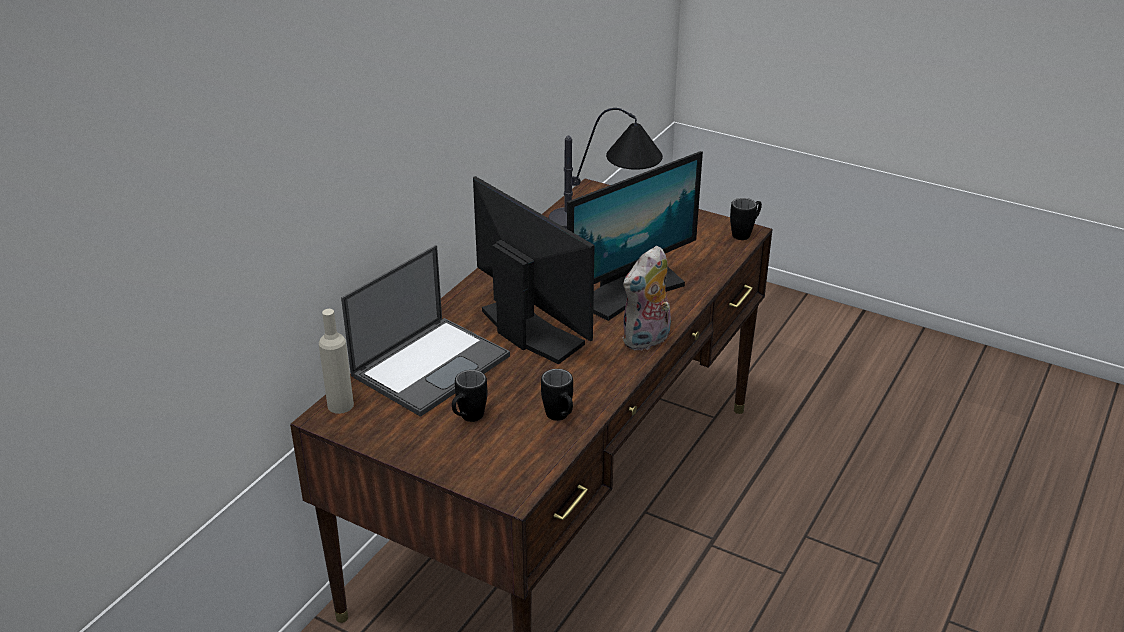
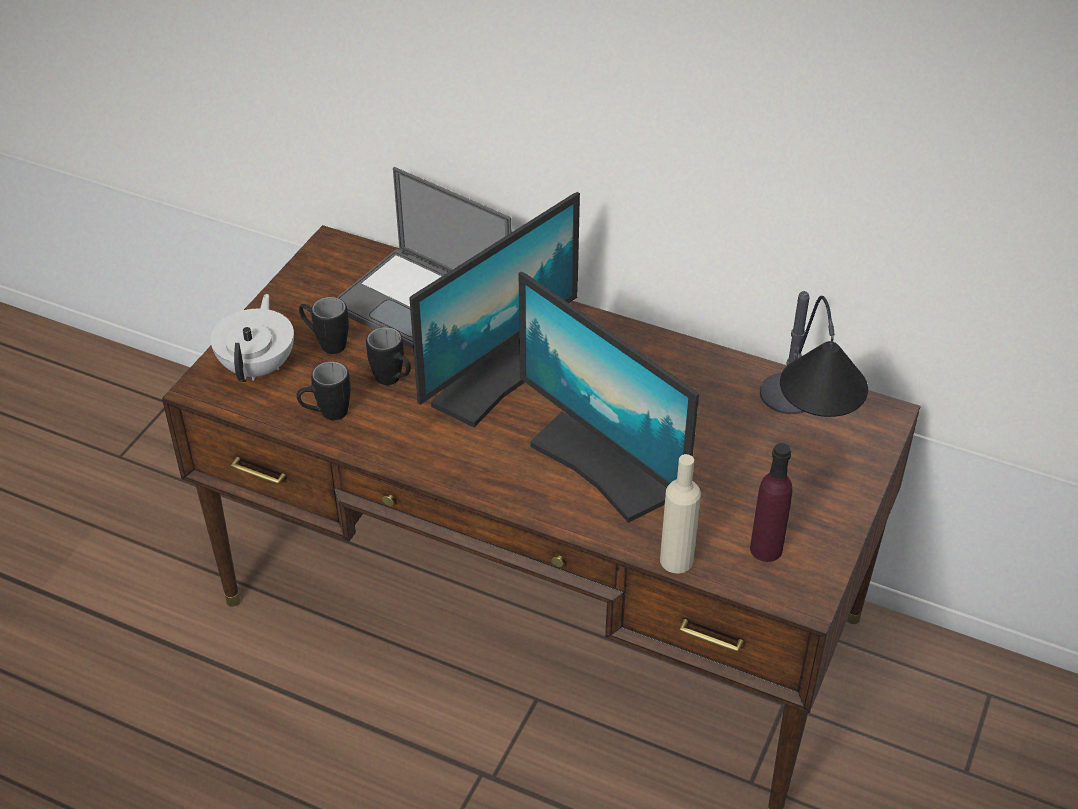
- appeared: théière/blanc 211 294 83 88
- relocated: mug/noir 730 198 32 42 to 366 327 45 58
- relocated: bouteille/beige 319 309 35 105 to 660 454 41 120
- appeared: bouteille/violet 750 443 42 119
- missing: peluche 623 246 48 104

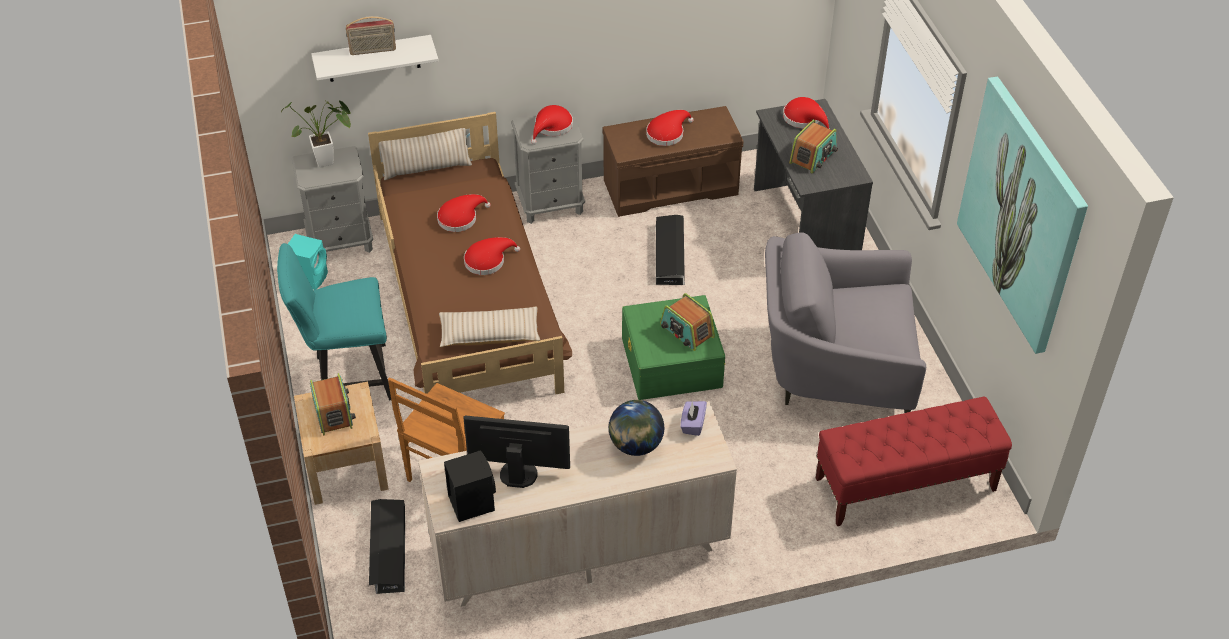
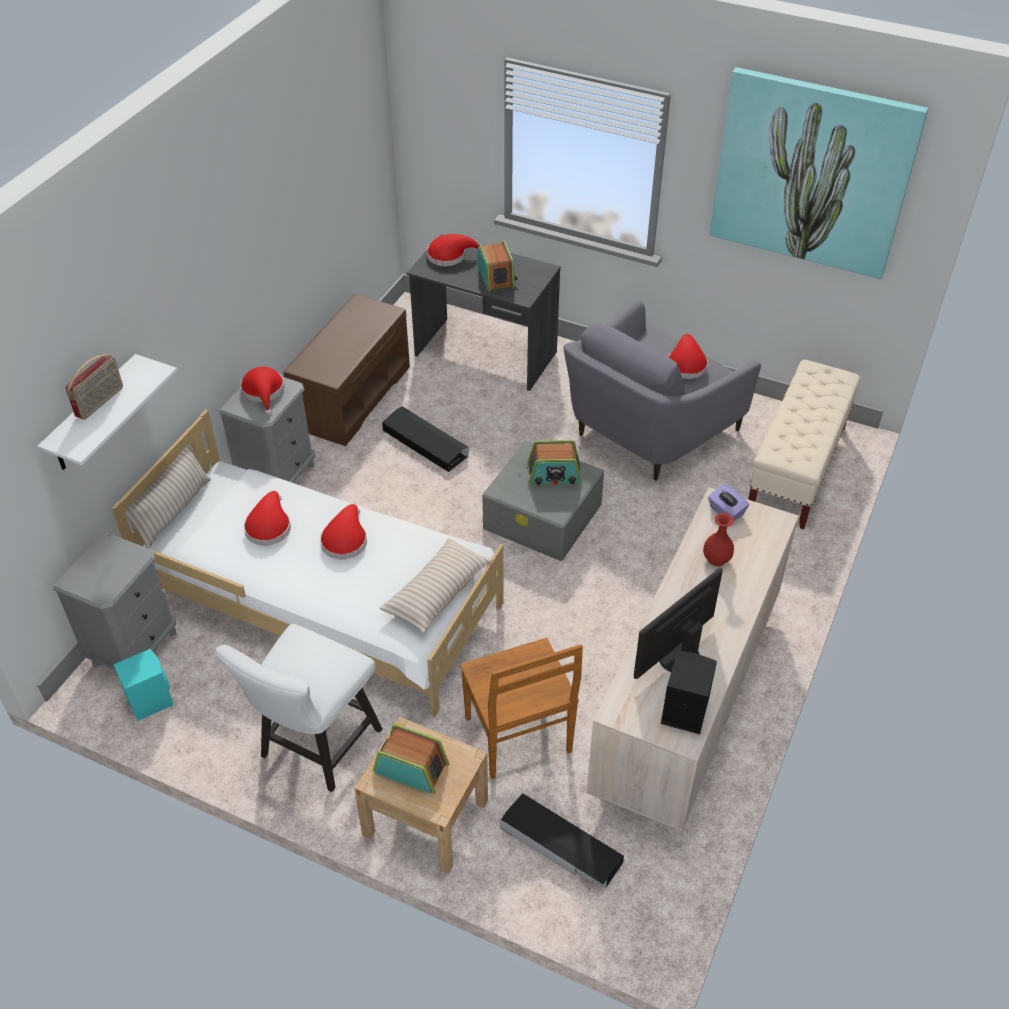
- colour: lit/marron 368 112 204 282 to lit/blanc 112 410 393 307
- colour: chaise/turquoise 277 243 114 157 to chaise/blanc 215 624 168 168
- colour: boîte de rangement/vert 622 295 103 105 to boîte de rangement/gris 482 441 122 120
- relocated: chapeau/rouge 646 110 48 36 to 668 334 40 45
- exchanged: globe 609 400 55 56 to vase/rouge 703 513 31 53
- colour: banc/rouge 816 397 196 129 to banc/beige 748 360 113 169
- missing: plante en pot 281 100 70 67

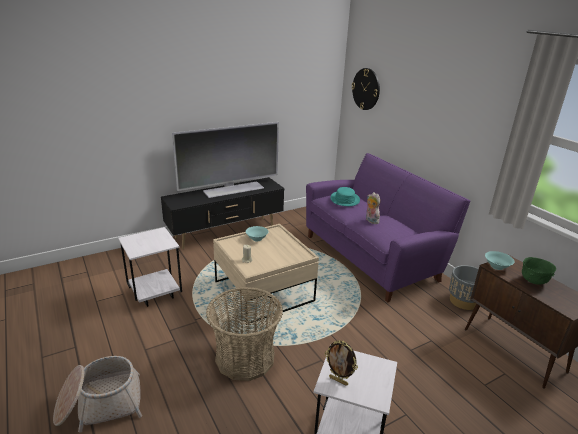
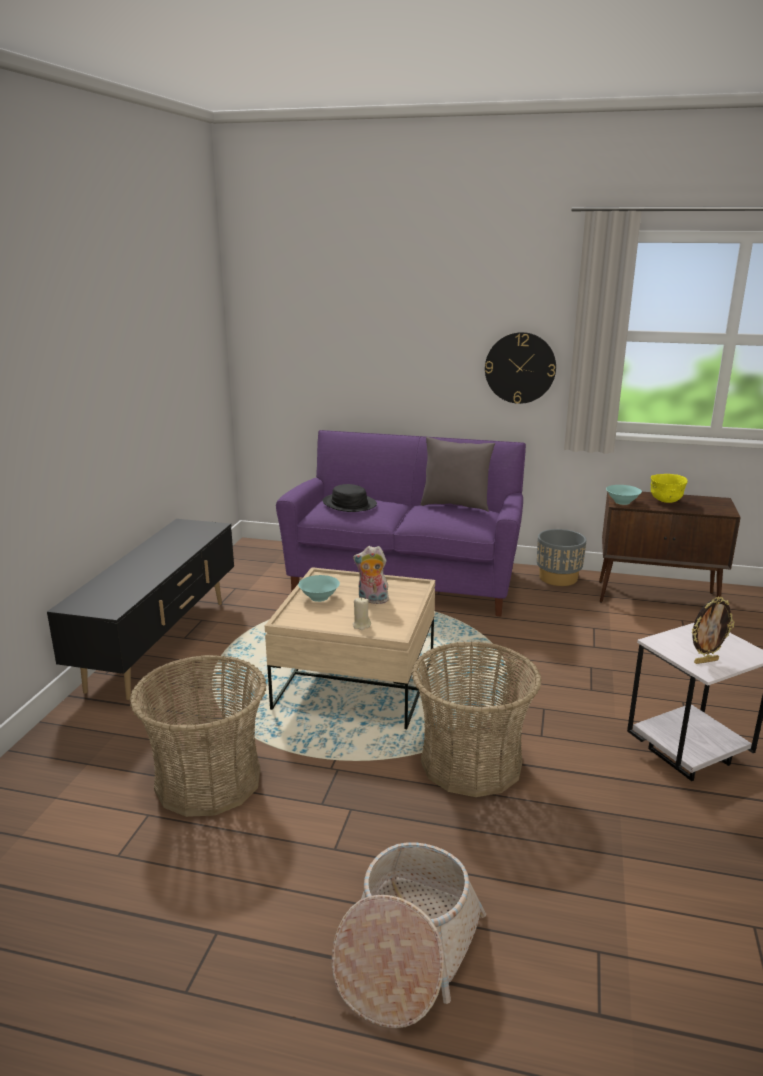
- exchanged: table d'appoint/blanc 118 227 64 80 to panier 130 655 137 162
- colour: chapeau/turquoise 330 187 30 19 to chapeau/noir 323 484 54 28
- relocated: peluche 366 192 14 32 to 353 546 36 58
- appeared: coussin/gris 420 437 75 75
- relocated: horloge murale 351 68 29 42 to 485 332 71 72
- colour: bol/vert 522 257 34 28 to bol/jaune 650 474 38 29
- missing: téléviseur 172 122 107 76

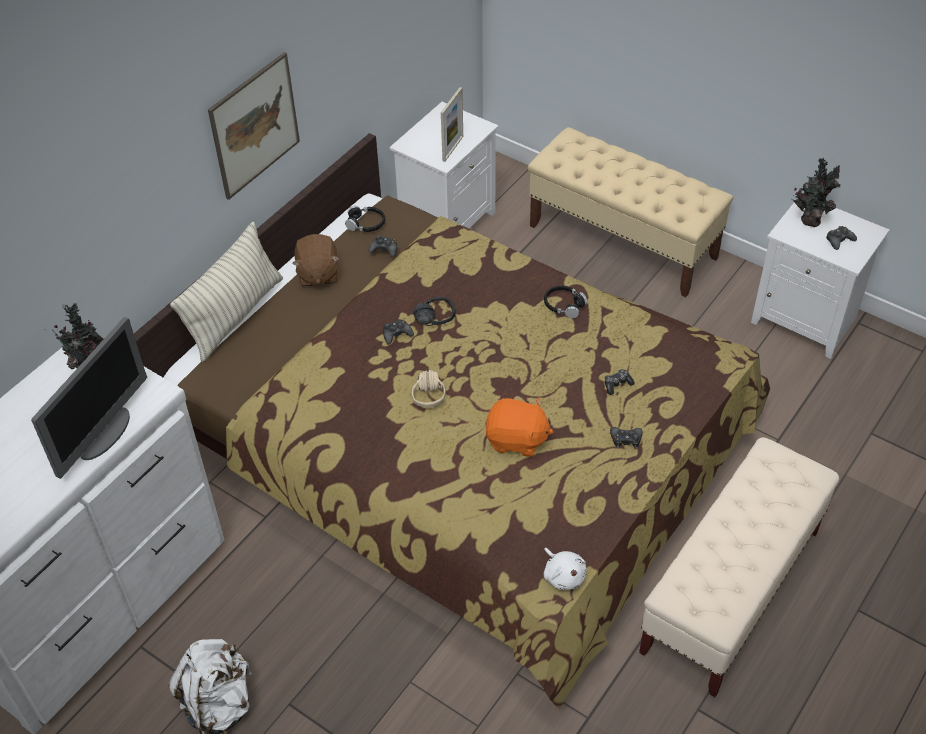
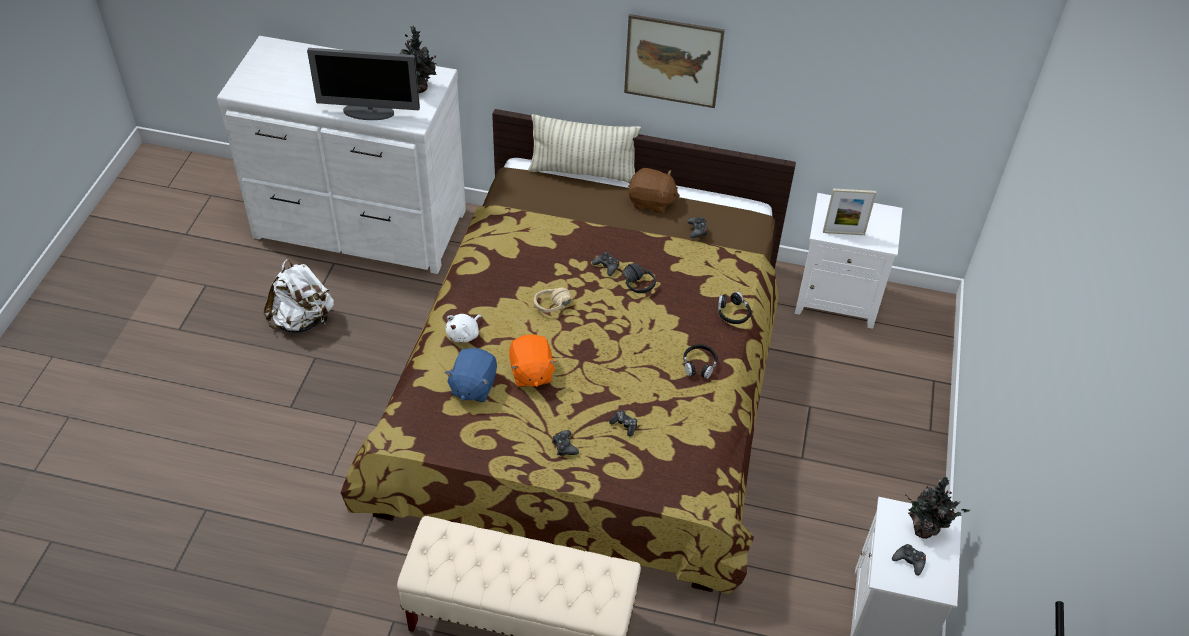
- appeared: peluche/bleu 445 348 52 54
- relocated: peluche/blanc 544 548 43 42 to 446 314 36 28
- spun: peluche/marron 292 234 47 53 = 628 168 52 46 135 degrees counterclockwise
- relocated: casque audio/noir 345 206 40 26 to 718 291 33 33
- missing: banc/beige 528 127 205 170

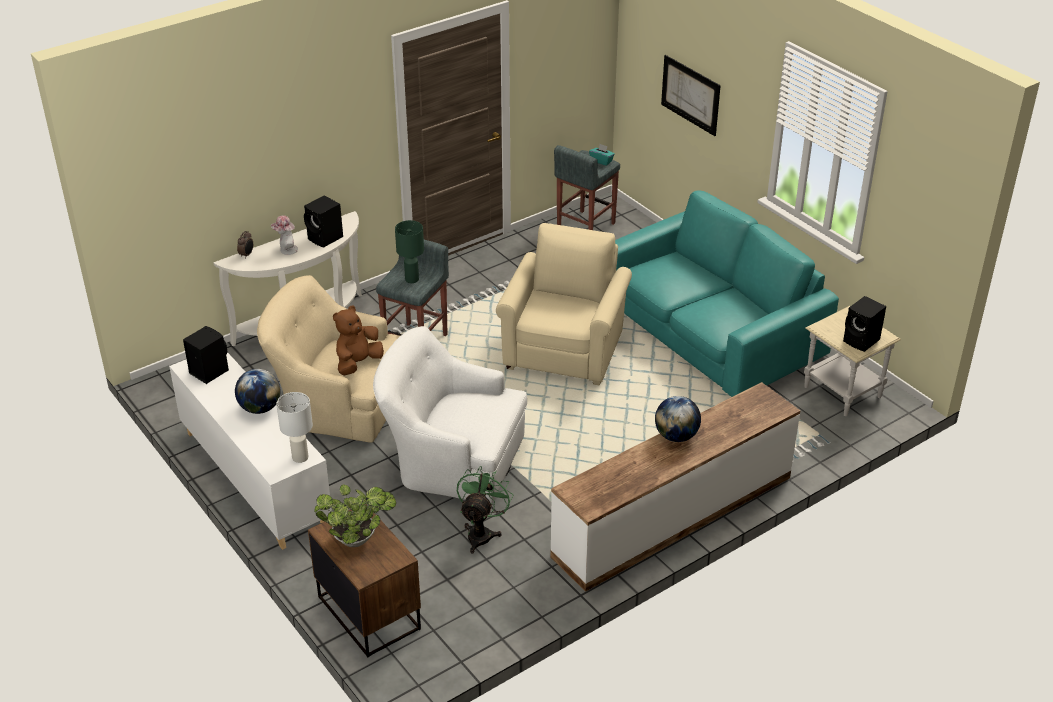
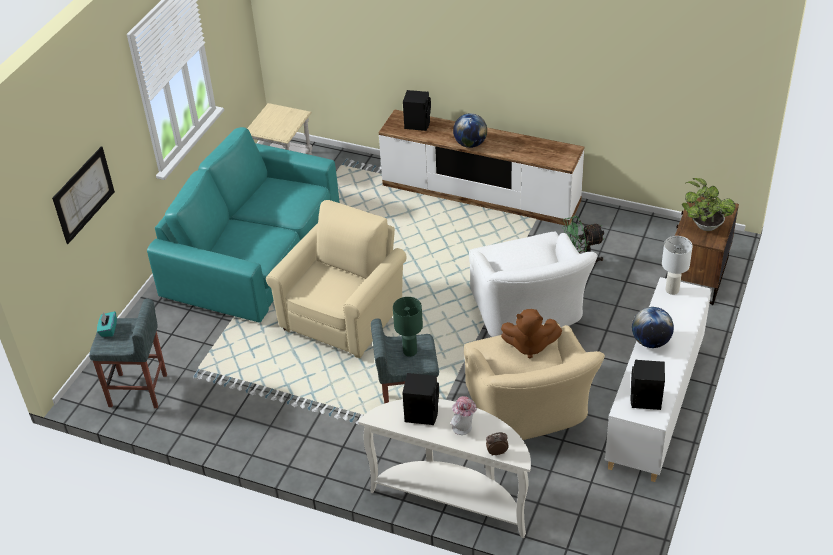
- spun: fauteuil/beige 496 223 136 163 = 266 200 140 159 135 degrees clockwise
- relocated: enceinte/noir 843 296 43 56 to 403 90 28 41

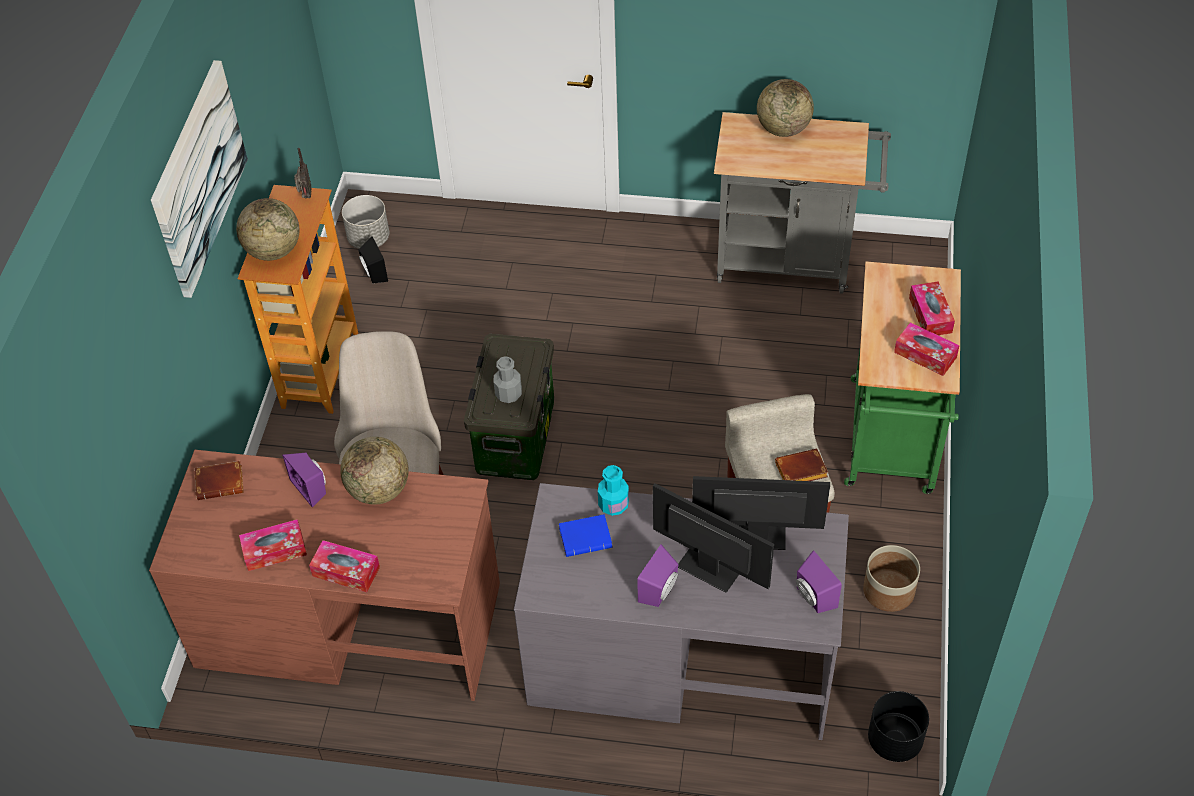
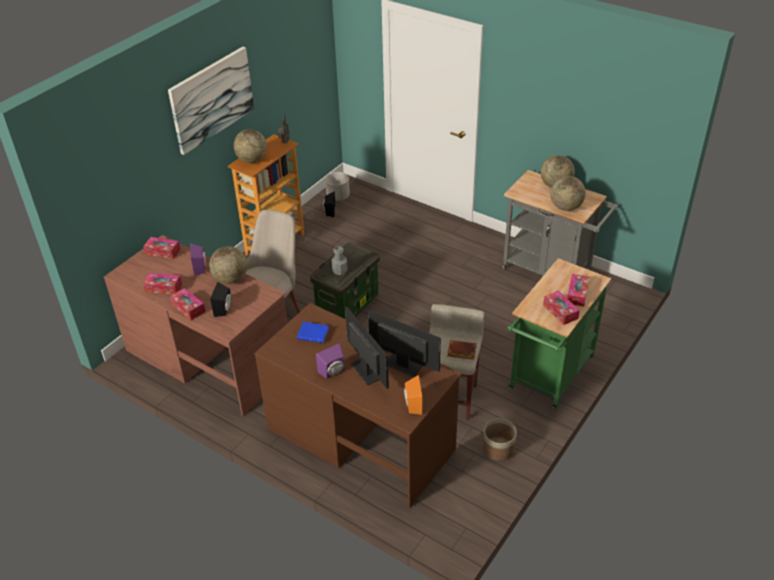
- exchanged: livre/marron 195 461 48 39 to boîte à mouchoirs 143 237 38 22
- appeared: enceinte/noir 210 282 21 35
- colour: bureau/gris 514 483 335 257 to bureau/marron 254 303 208 205
- colour: enceinte/violet 796 550 46 63 to enceinte/orange 404 375 18 40
- appeared: globe 550 176 36 35
- missing: bouteille/turquoise 598 465 31 51
- missing: cache-pot/noir 868 691 61 71

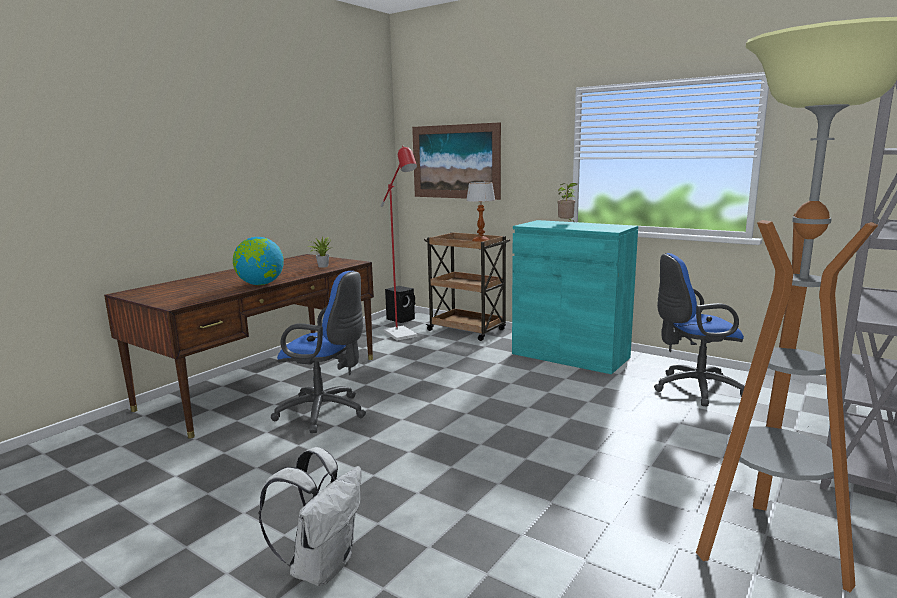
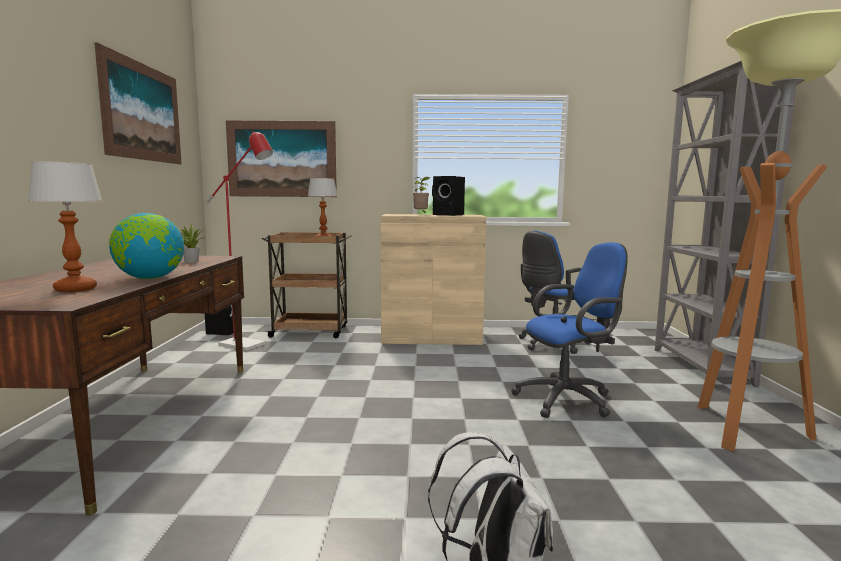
- appeared: lampe de table 28 162 74 130
- appeared: tableau 94 43 88 121
- colour: meuble de rangement/turquoise 512 220 126 154 to meuble de rangement/beige 381 214 106 131
- appeared: enceinte/noir 432 176 33 40
- relocated: chaise de bureau/bleu 271 271 95 162 to 511 242 117 176

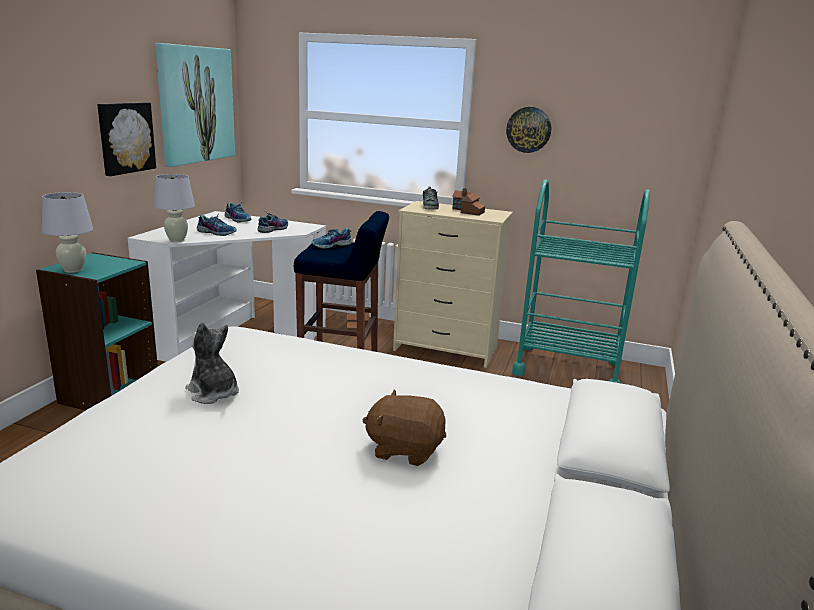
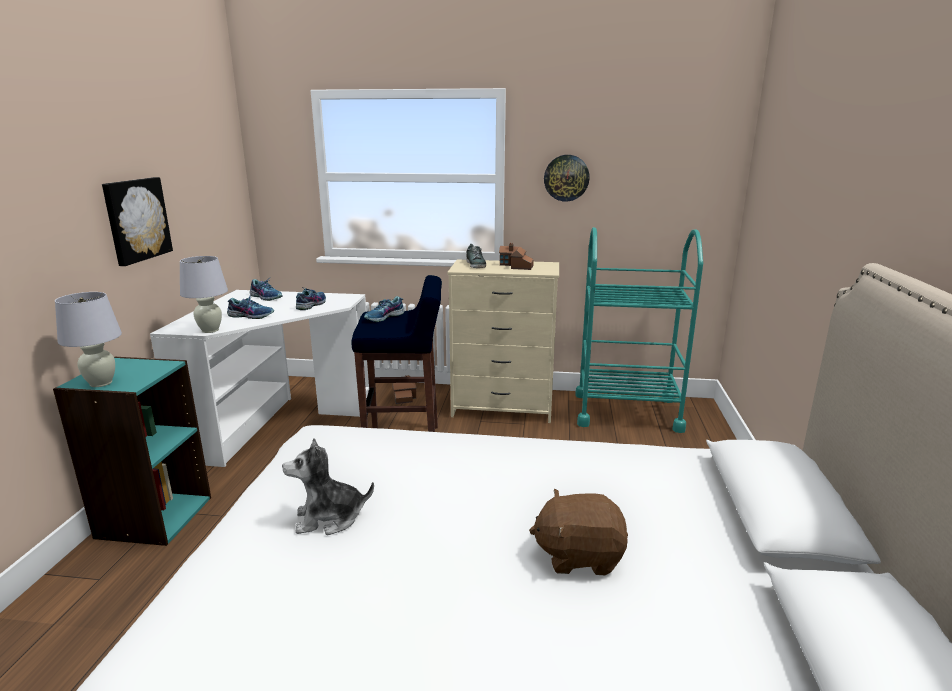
- spun: peluche 185 322 54 82 = 282 438 92 97 45 degrees counterclockwise
- missing: tableau 155 43 80 124

